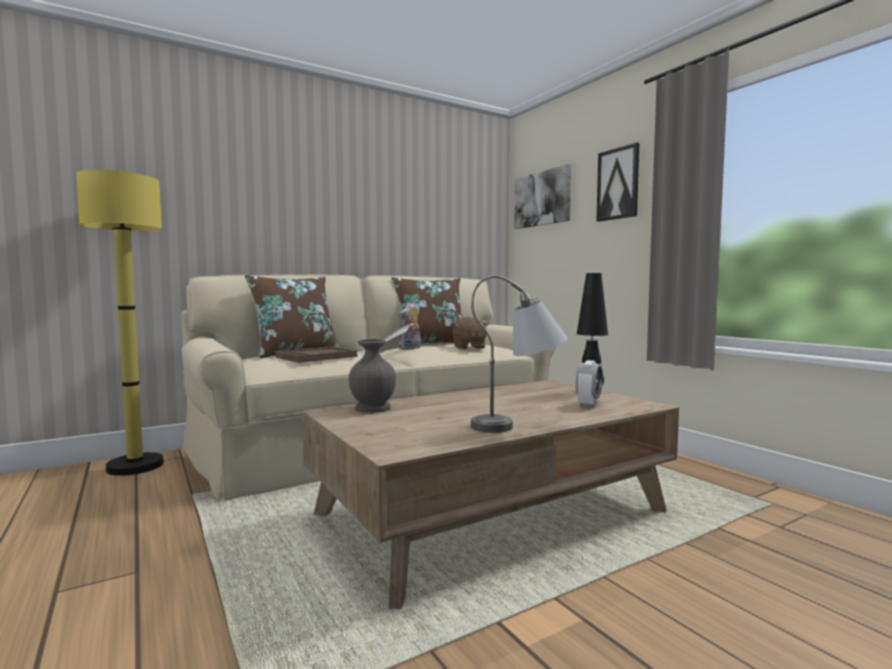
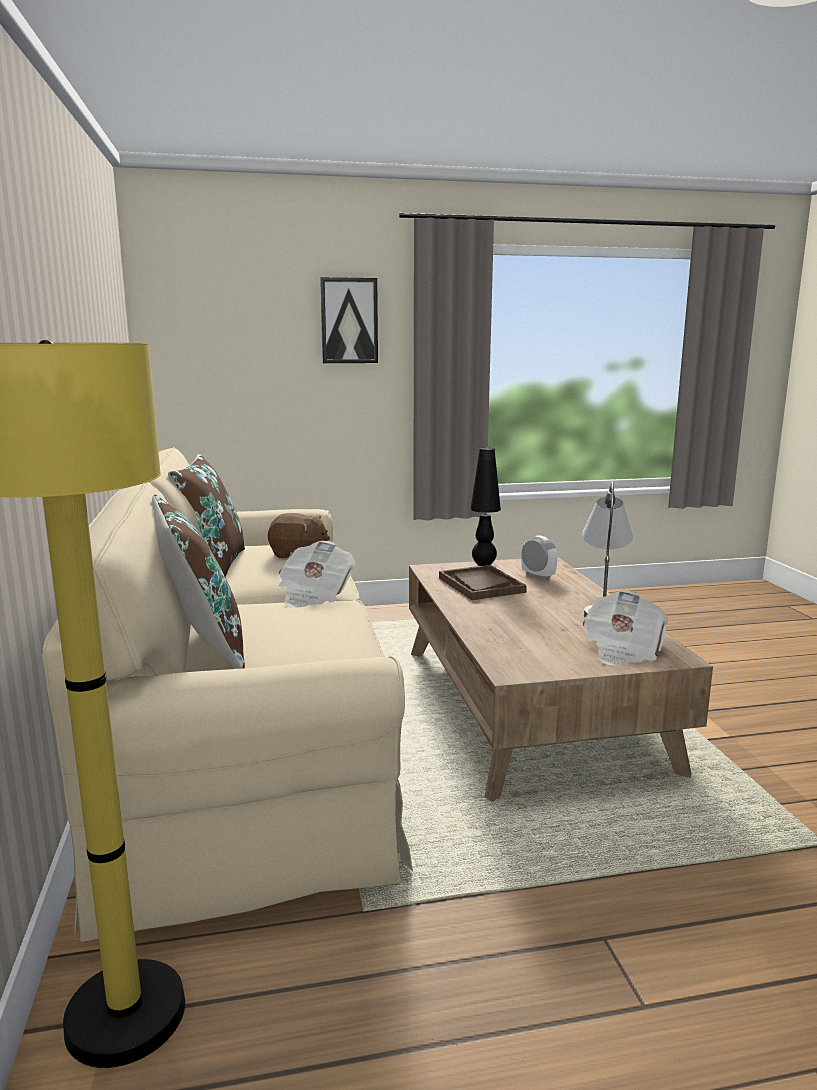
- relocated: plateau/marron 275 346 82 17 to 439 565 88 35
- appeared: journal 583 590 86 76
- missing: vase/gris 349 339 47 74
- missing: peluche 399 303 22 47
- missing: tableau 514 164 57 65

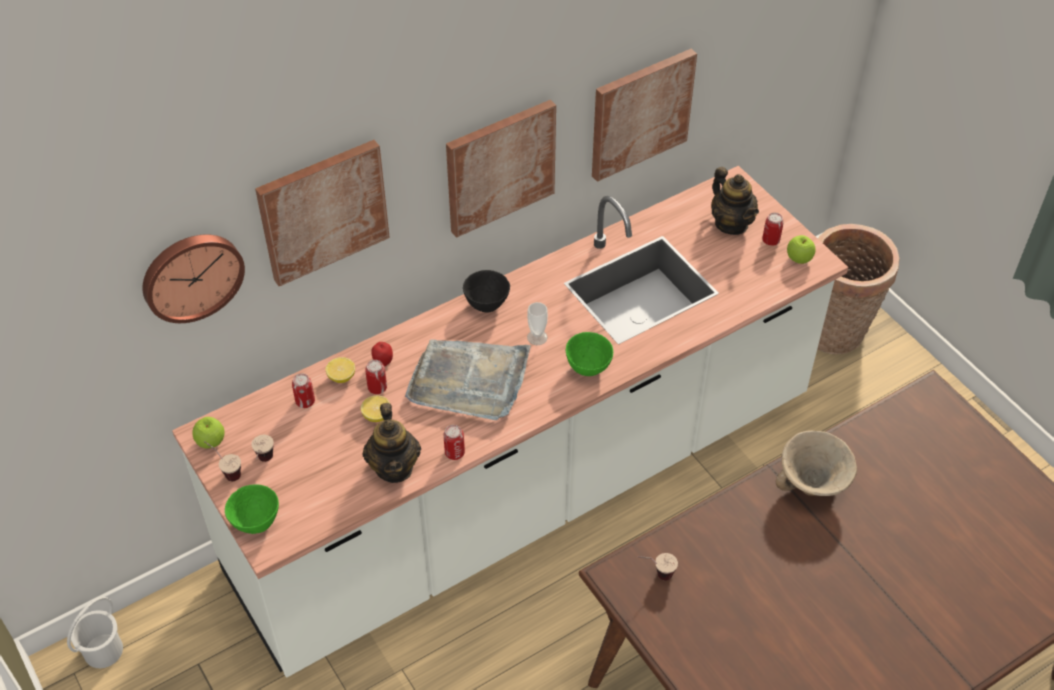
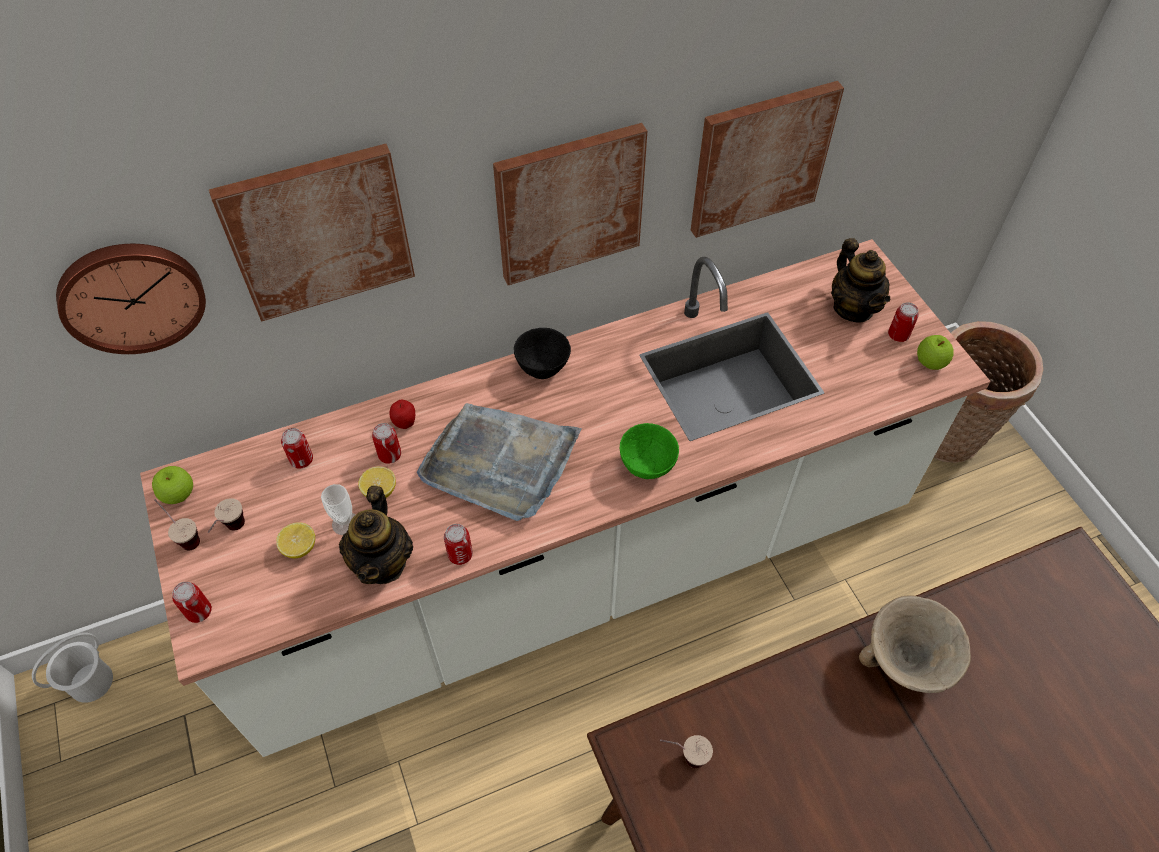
- exchanged: bol/vert 225 485 54 49 to boîte métallique 172 582 40 41
- relocated: citron 326 357 29 26 to 276 522 39 36
- relocated: tasse 527 302 21 43 to 321 484 34 51

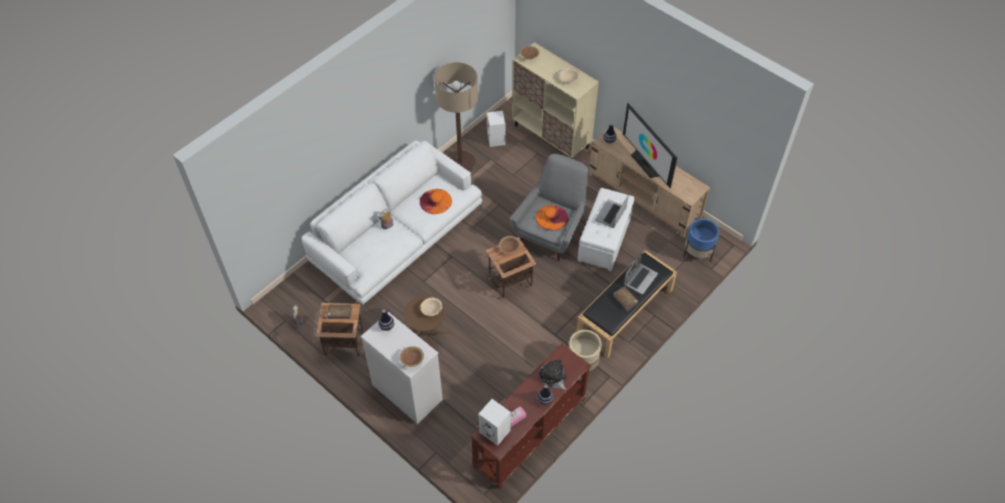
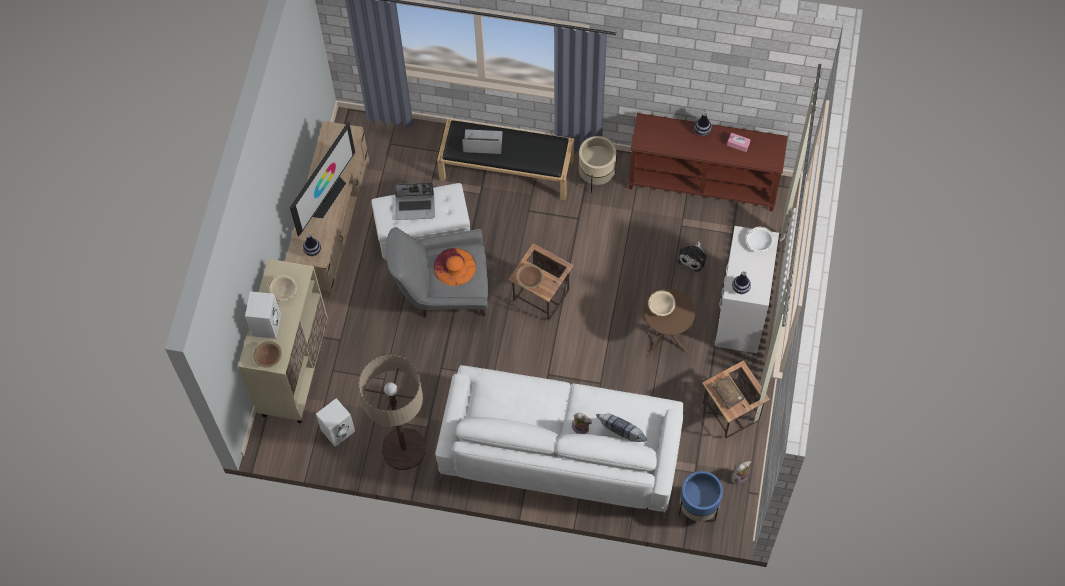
- relocated: enceinte/blanc 479 399 32 47 to 245 291 36 48
- appeared: coussin 596 414 51 28
- relocated: peluche 539 359 28 31 to 678 241 29 31
- relocated: cache-pot/bleu 684 218 35 44 to 679 471 44 51
- colour: bol/marron 400 346 24 21 to bol/blanc 746 227 28 25
- missing: chapeau/orange 420 189 32 25
- missing: livre/marron 613 286 26 25

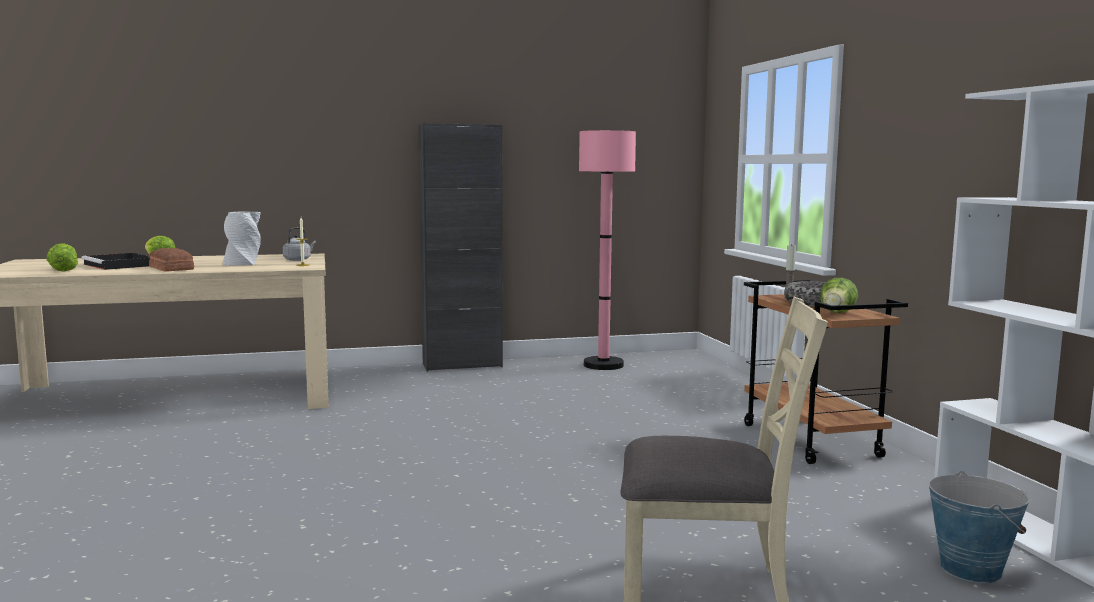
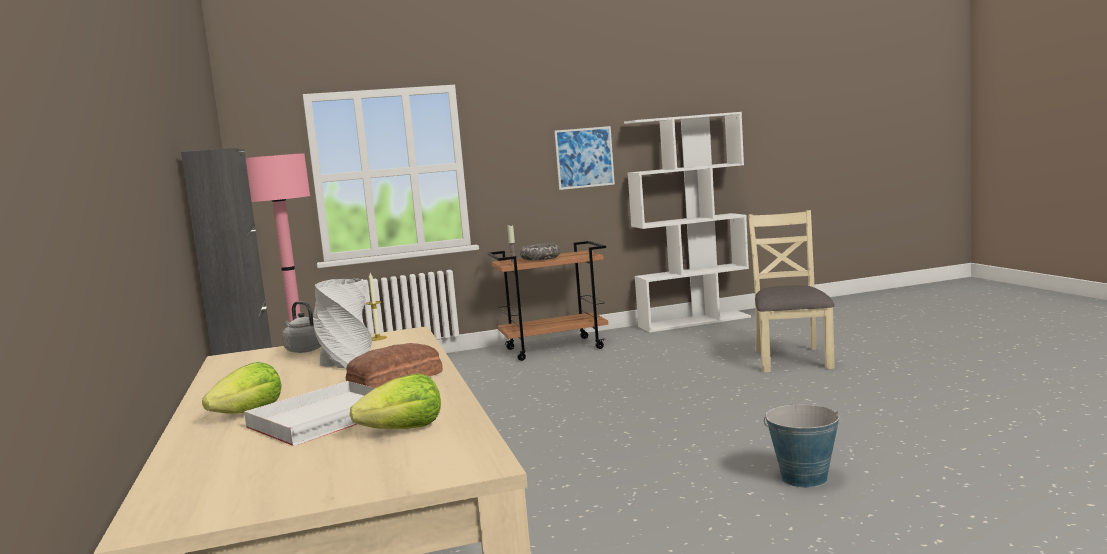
- colour: plateau/noir 81 253 69 17 to plateau/blanc 244 381 131 65
- appeared: tableau 554 126 61 64
- relocated: seau 929 471 101 112 to 764 404 75 84
- missing: laitue 820 278 38 35

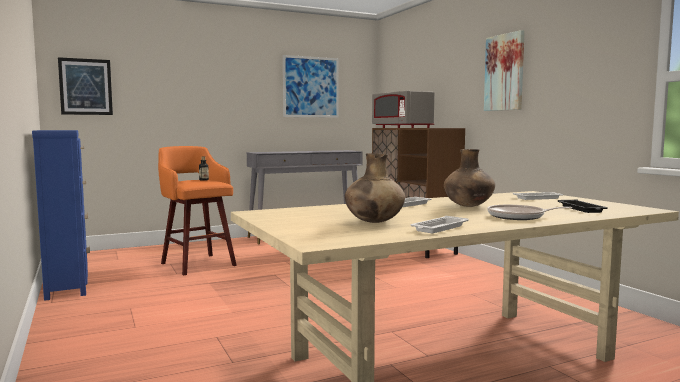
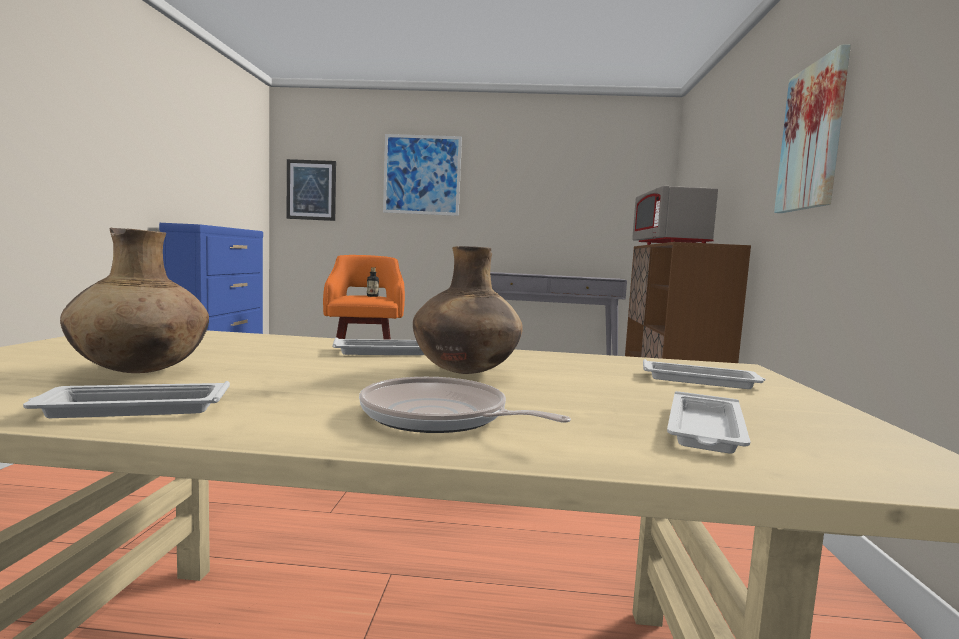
- relocated: tableau 283 55 56 63 to 383 134 79 82
- colour: plateau/noir 558 200 50 13 to plateau/blanc 667 391 84 63

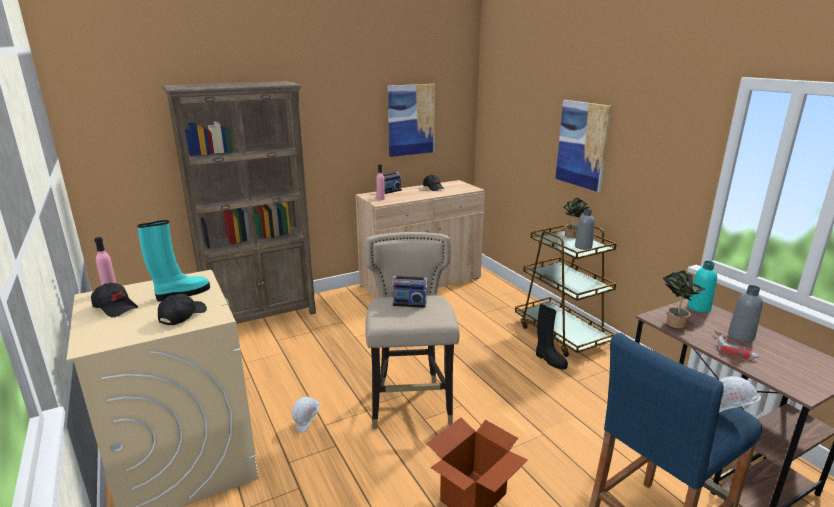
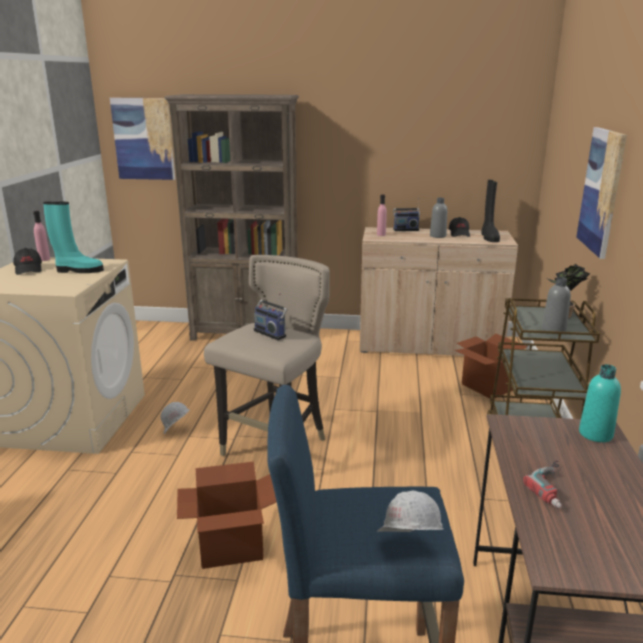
- relocated: tableau 388 84 47 73 to 110 98 65 82
- relocated: bouteille/gris 728 285 35 57 to 430 198 17 40
- appeared: carton 455 334 73 64
- relocated: botte/noir 536 304 32 66 to 481 180 19 62
- missing: casquette/noir 158 294 49 31
- missing: plante en pot 663 270 42 59

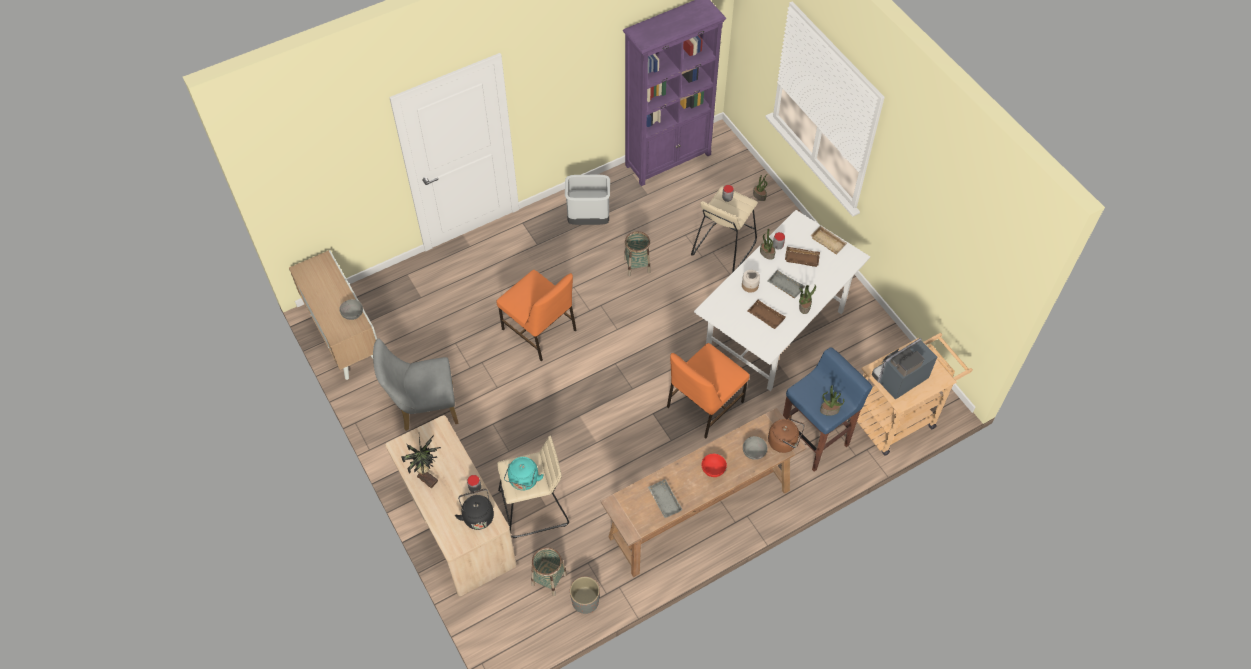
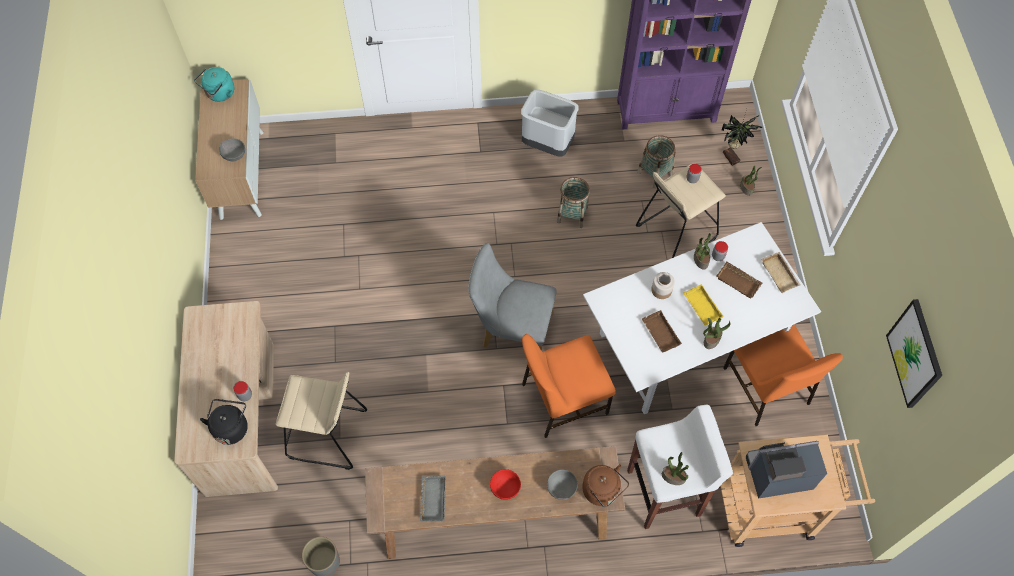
- relocated: bouilloire/turquoise 504 457 40 33 to 194 67 40 35
- relocated: chaise/gris 373 338 85 93 to 468 243 89 107
- colour: tabouret/bleu 783 347 89 125 to tabouret/blanc 627 405 106 124
- relocated: panier 531 547 36 49 to 637 135 39 53
- colour: plateau/gris 768 270 37 28 to plateau/jaune 683 284 41 41
- relocated: plante en pot 401 435 40 53 to 722 109 40 57
- relocated: chaise/orange 496 270 80 91 to 723 324 120 102
- appeared: tableau 886 299 56 109

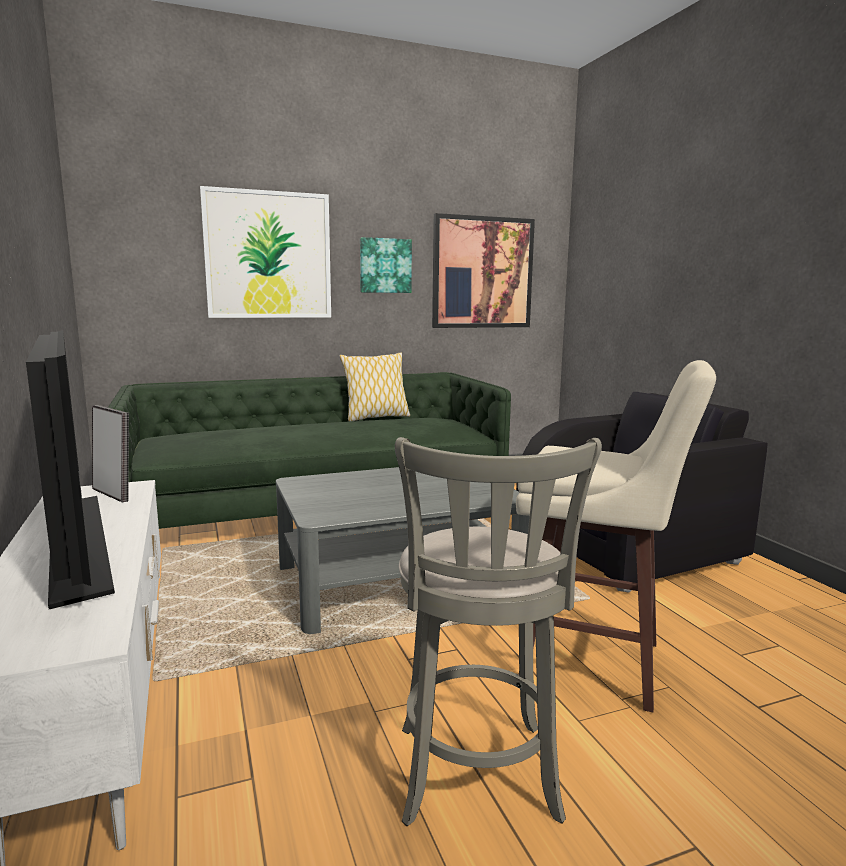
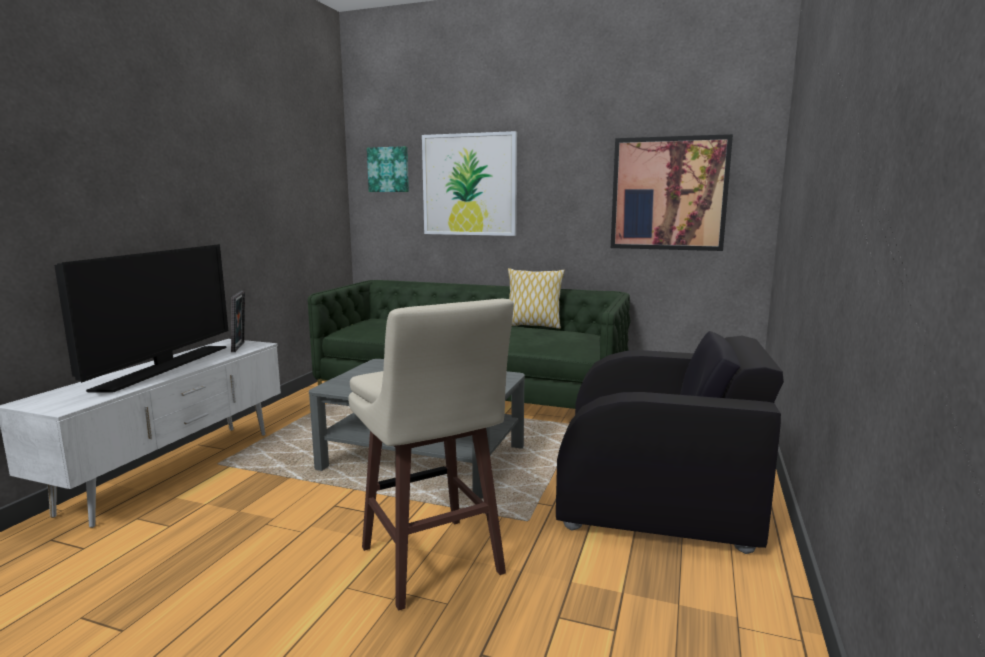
- relocated: tableau 360 237 52 56 to 367 146 42 46
- missing: tabouret/gris 395 437 207 389

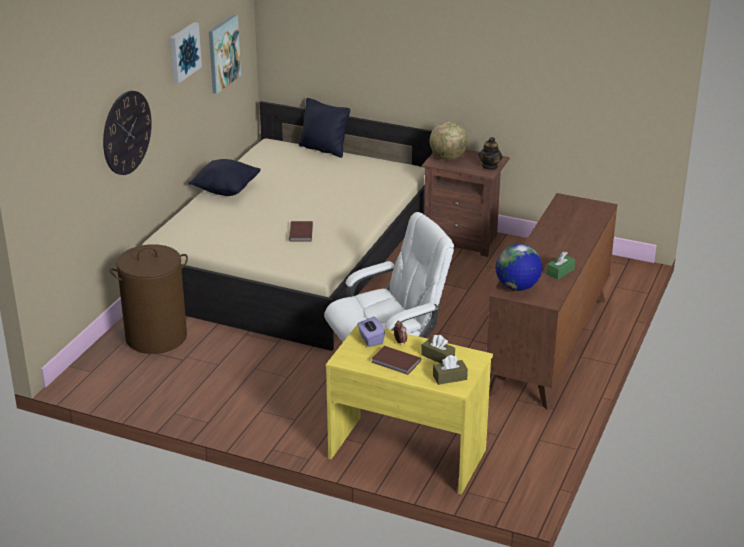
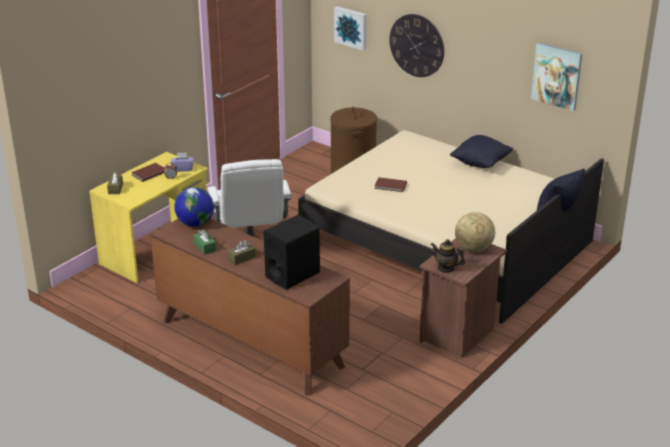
- relocated: boîte à mouchoirs/marron 421 335 34 28 to 227 240 29 25
- appeared: enceinte/noir 263 215 57 75
- relocated: tableau 170 22 32 62 to 334 6 33 44

